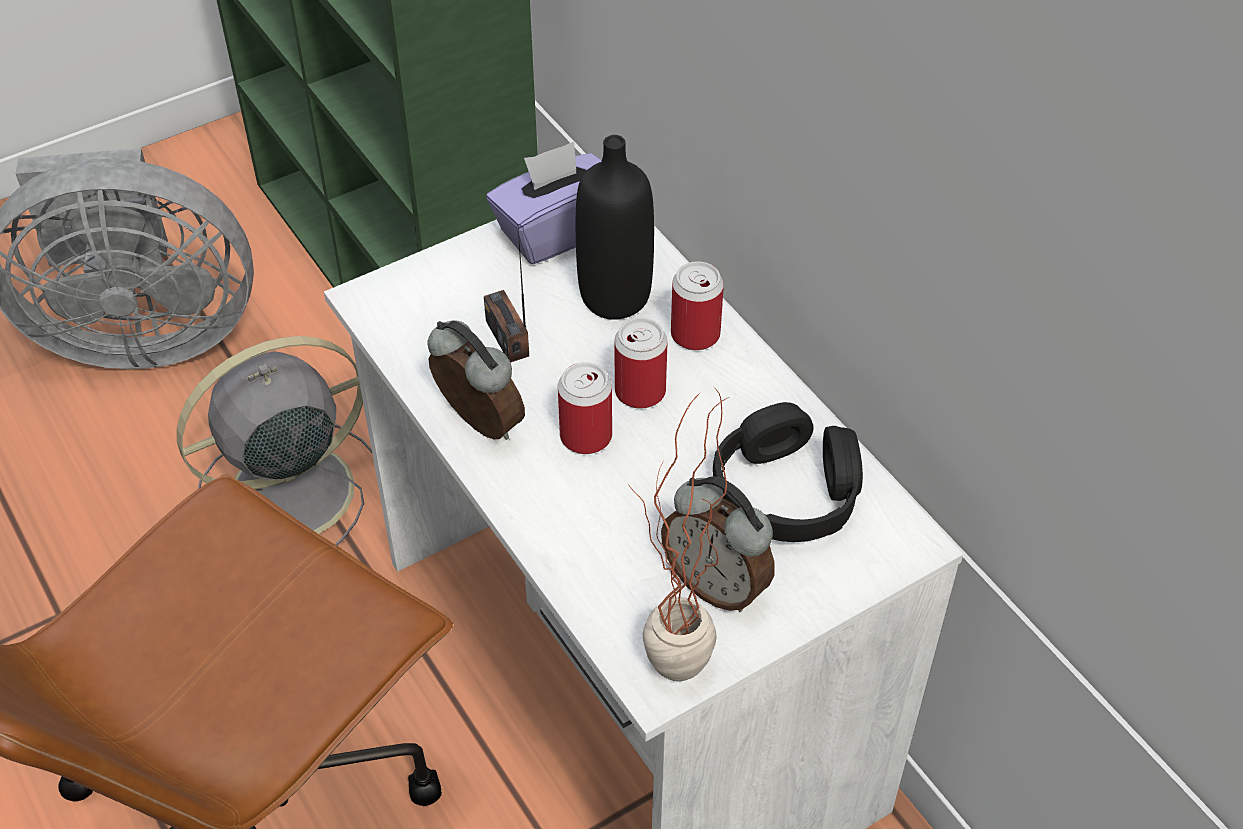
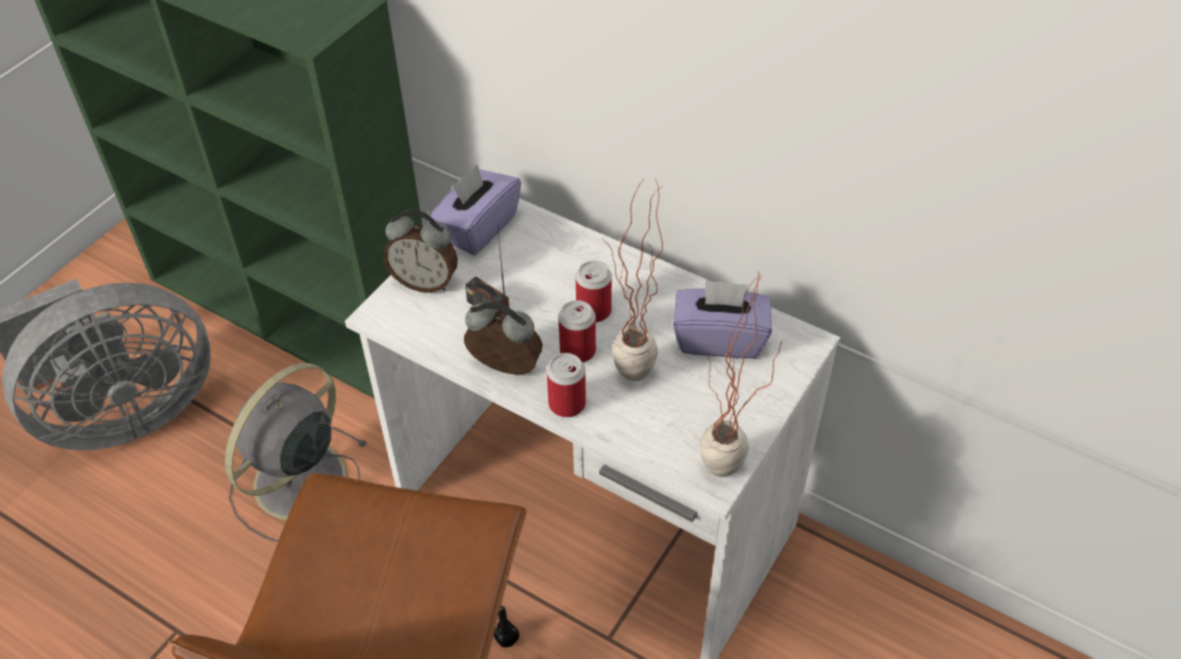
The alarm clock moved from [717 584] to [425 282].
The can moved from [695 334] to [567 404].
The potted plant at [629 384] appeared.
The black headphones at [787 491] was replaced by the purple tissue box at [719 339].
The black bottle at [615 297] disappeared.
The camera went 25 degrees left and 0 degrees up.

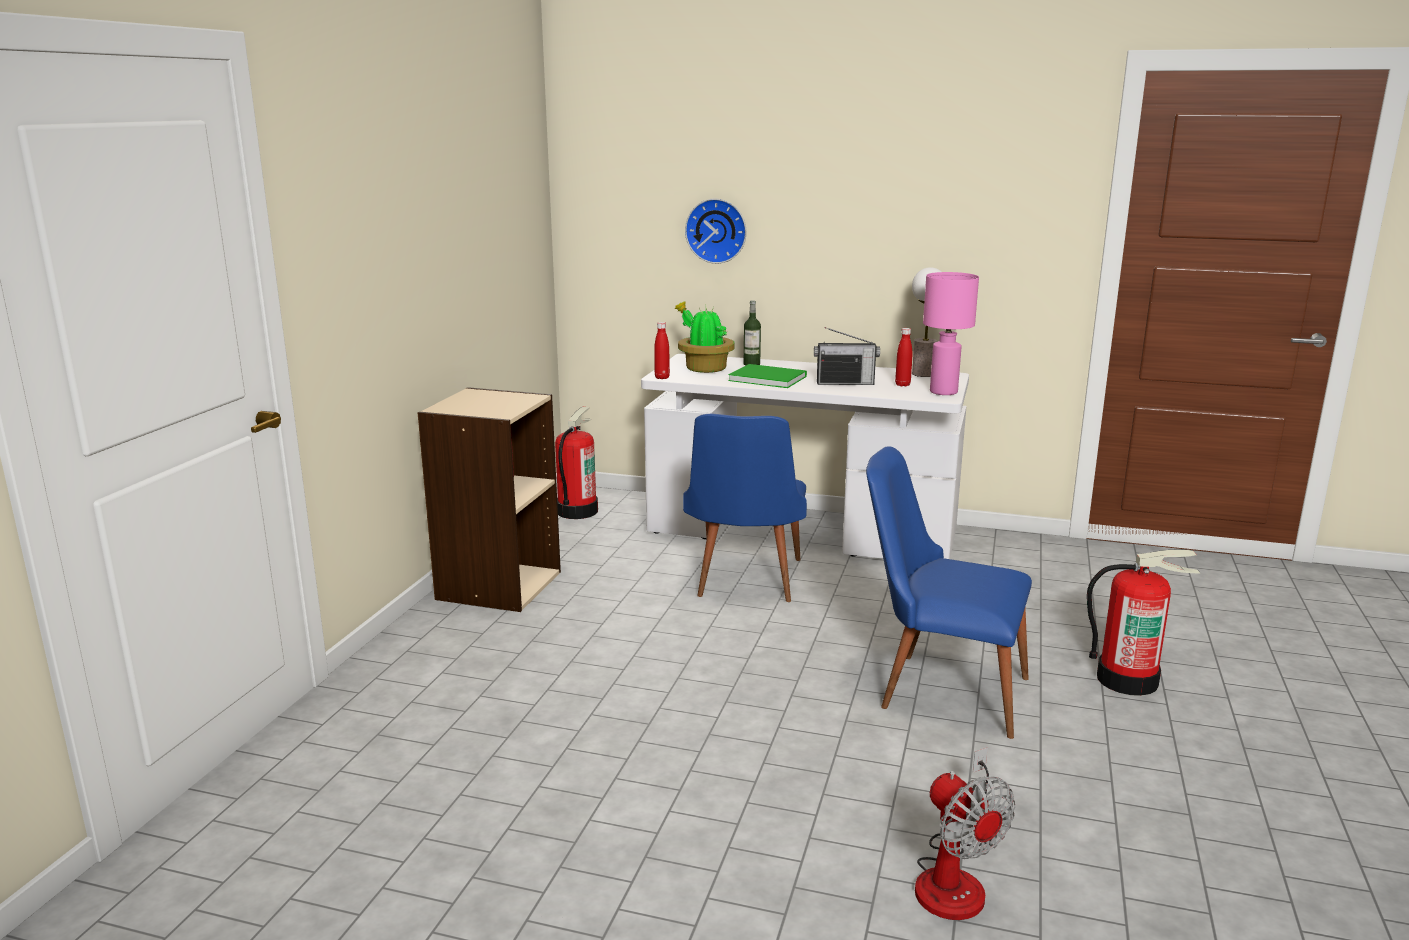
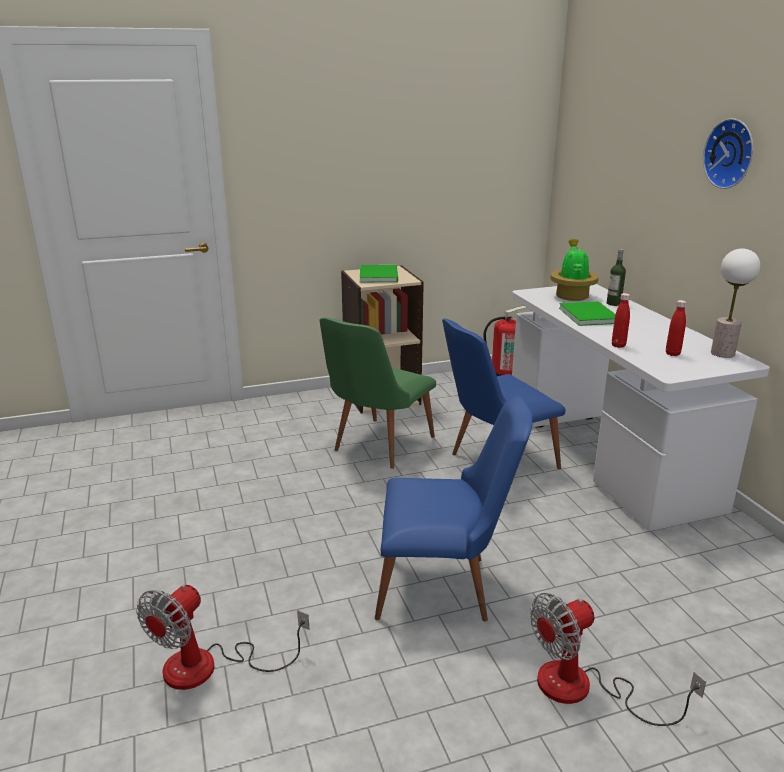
The green chair at [377 447] appeared.
The green book at [380 275] appeared.
The blue chair at [939 688] turned 105 degrees clockwise.
The fire extinguisher at [1127 679] was replaced by the fan at [583 689].
The red bottle moved from [662 377] to [618 345].
The wall clock moved from [717 230] to [731 153].
The radio at [845 383] disappeared.
The pink table lamp at [943 392] disappeared.
The camera went 55 degrees right and 5 degrees up.

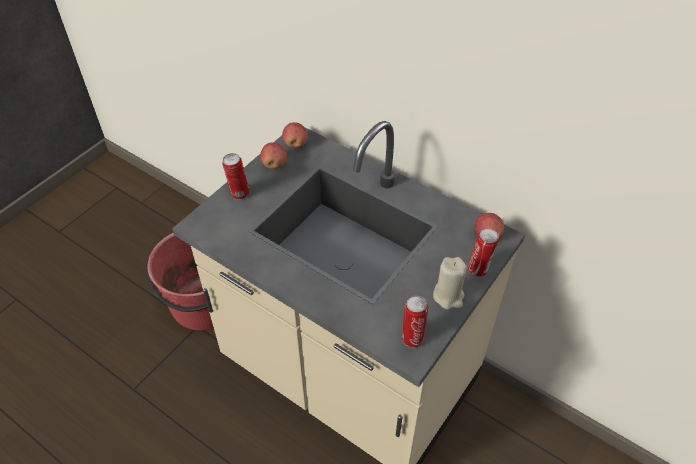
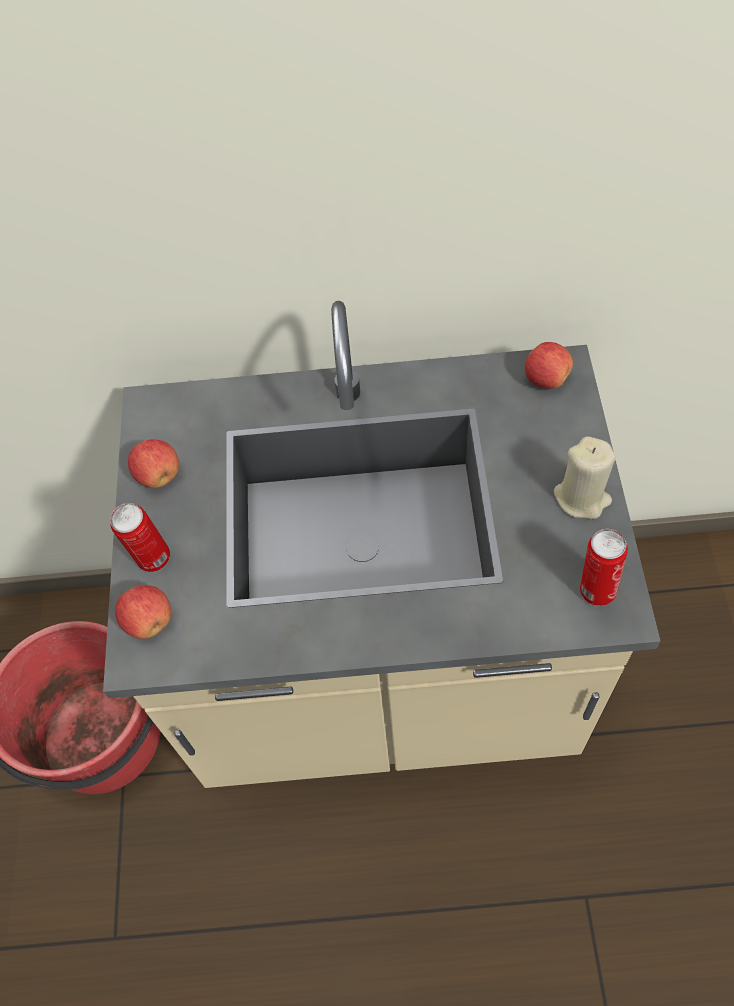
The apple moved from [295 144] to [149 621].
The can at [478 269] disappeared.
The camera went 35 degrees left and 10 degrees up.

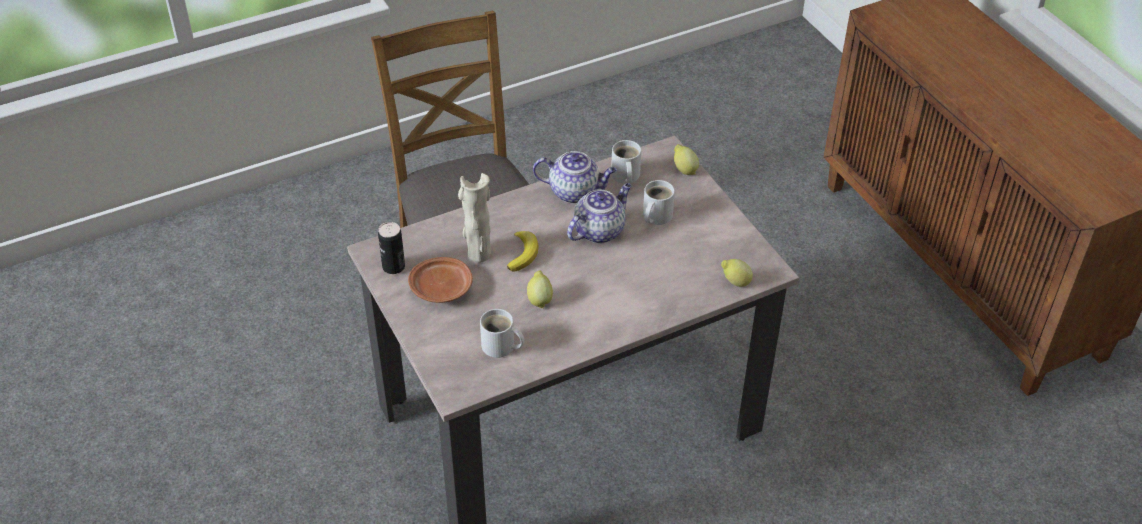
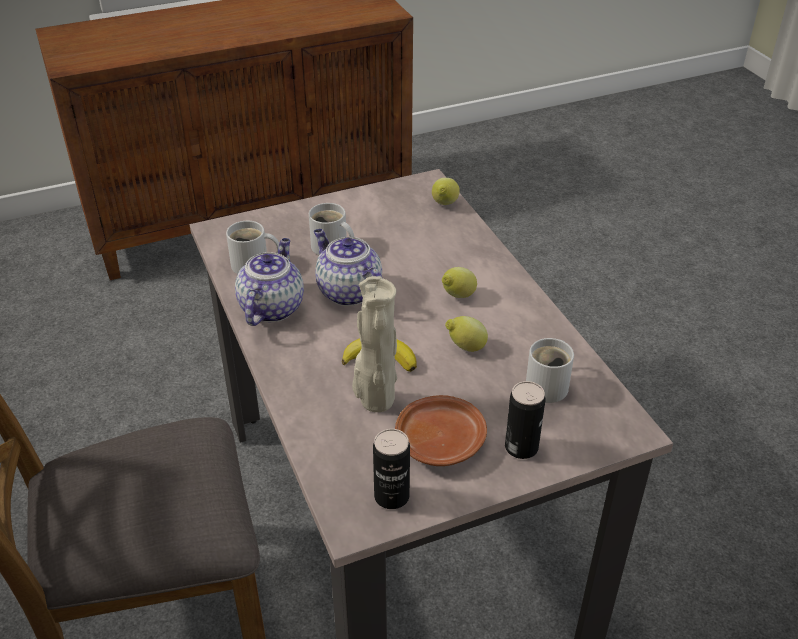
The lemon moved from [684 170] to [457 296].
The can at [521 447] appeared.
The camera went 85 degrees left and 5 degrees down.

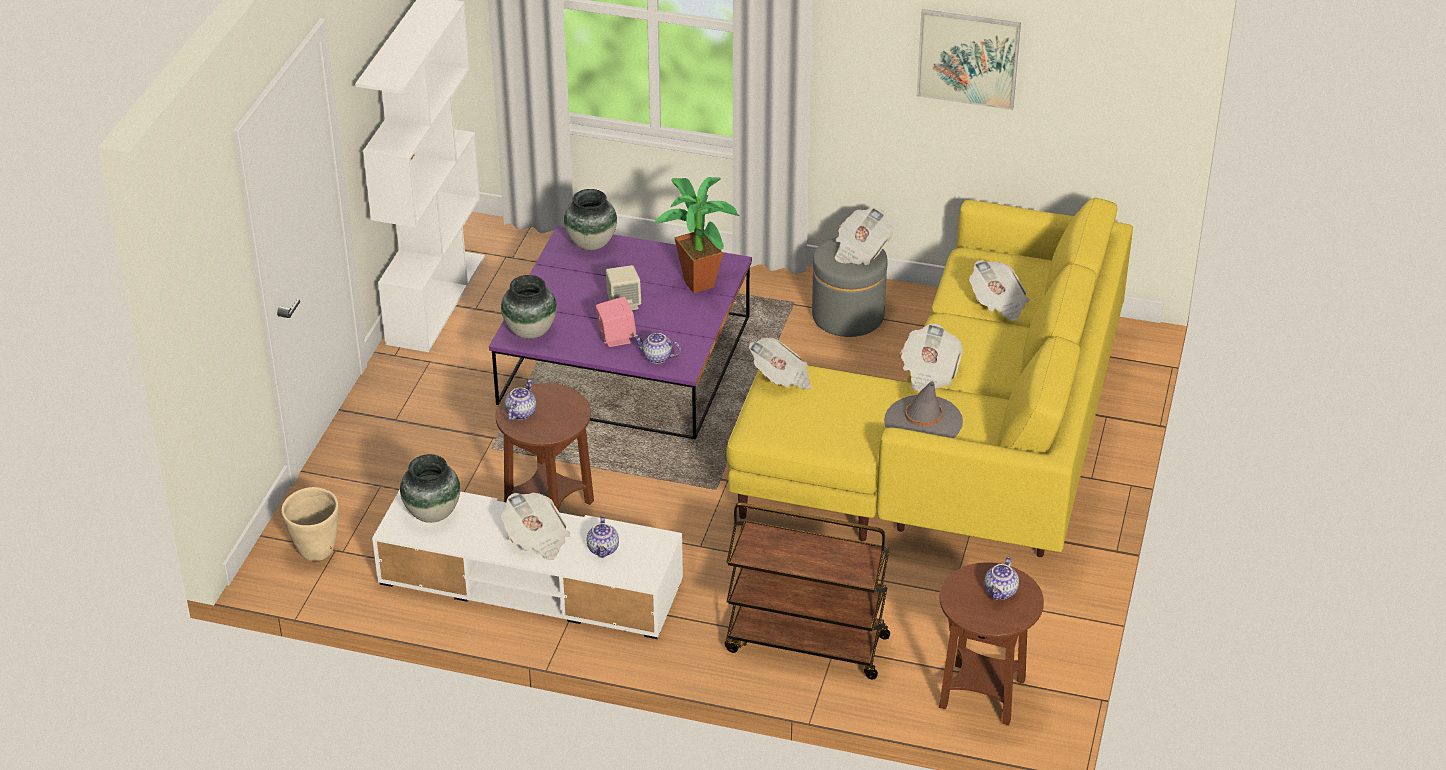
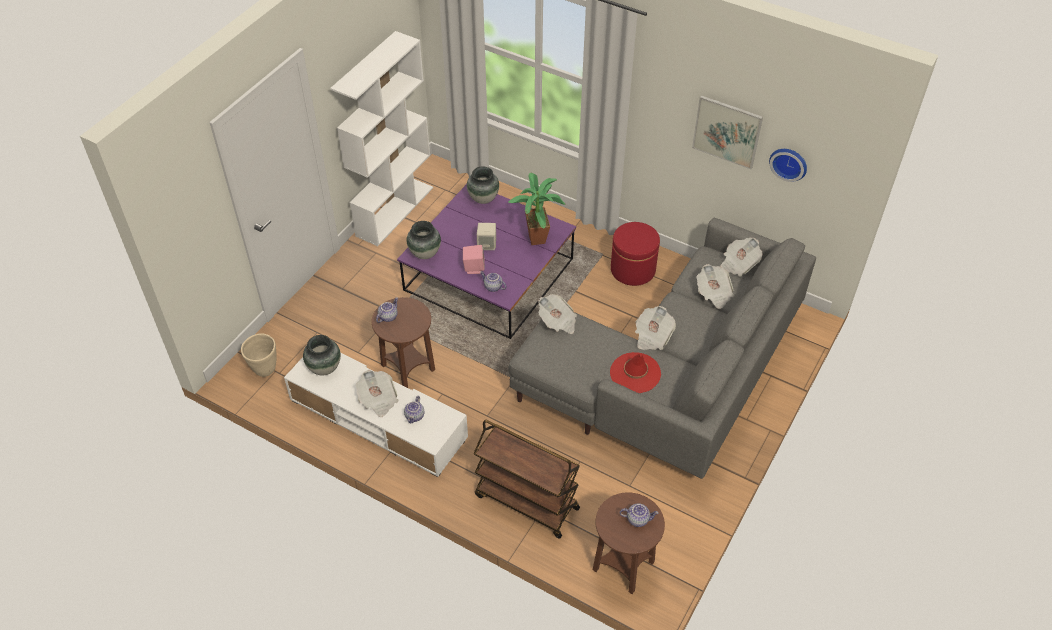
The yellow sofa at [961 446] became the grey sofa at [671 378].
The grey hat at [923 422] became the red hat at [635 373].
The grey ottoman at [848 316] became the red ottoman at [633 269].
The teapot at [1001 592] turned 120 degrees counterclockwise.
The newspaper moved from [860 250] to [738 264].
The wall clock at [789 163] appeared.
The camera went 15 degrees right and 10 degrees up.

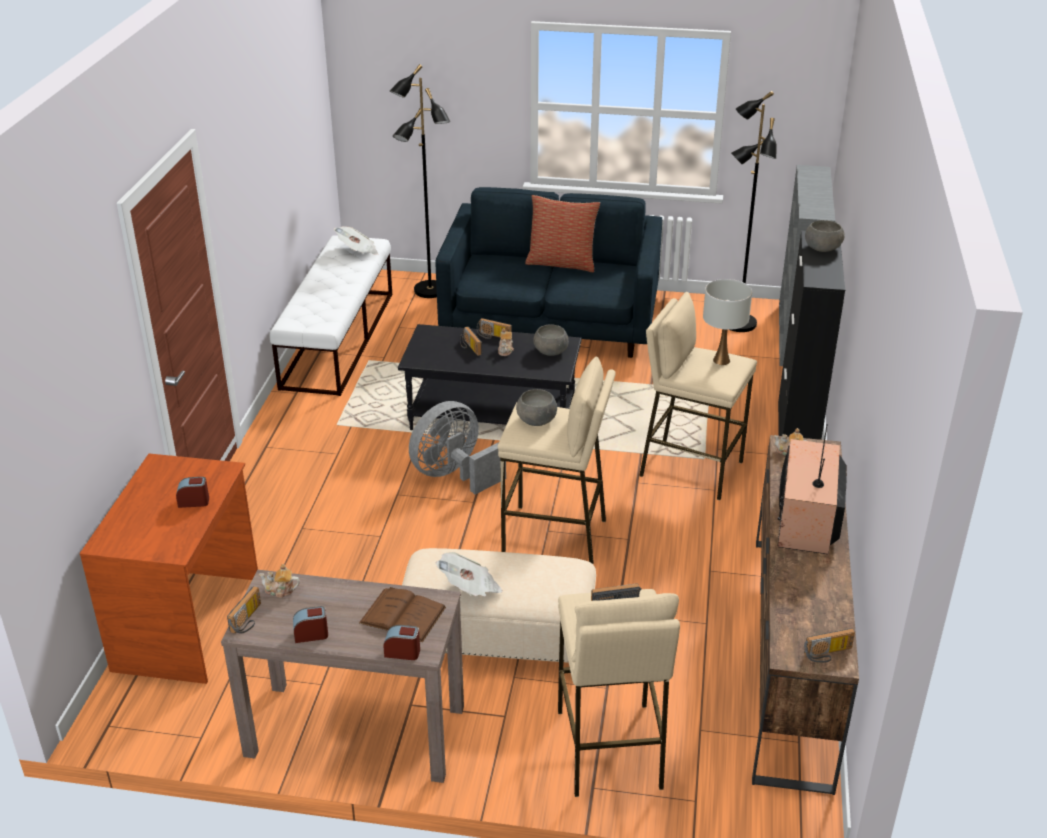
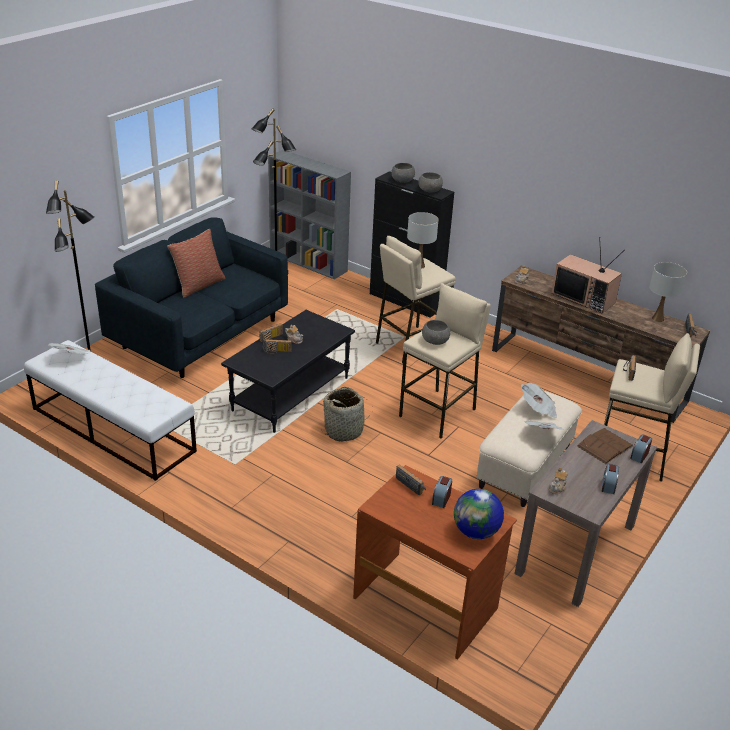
The grey fan at [454 475] was replaced by the basket at [344 431].
The radio moved from [248 620] to [412 485].
The grey bowl moved from [551 351] to [430 190].
The globe at [476 532] appeared.
The newspaper at [538 409] appeared.
The white table lamp at [658 319] appeared.
The camera went 65 degrees left and 0 degrees up.

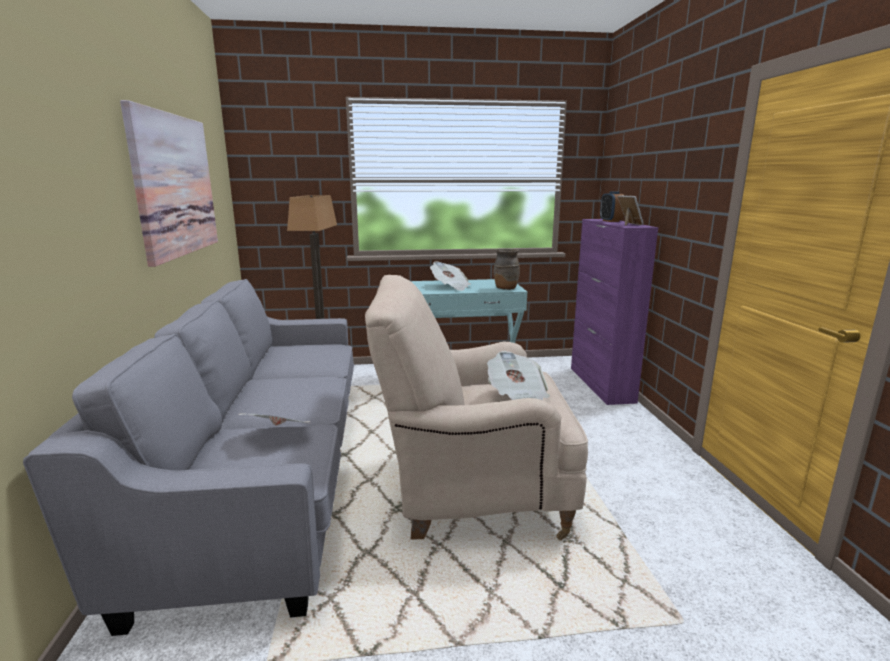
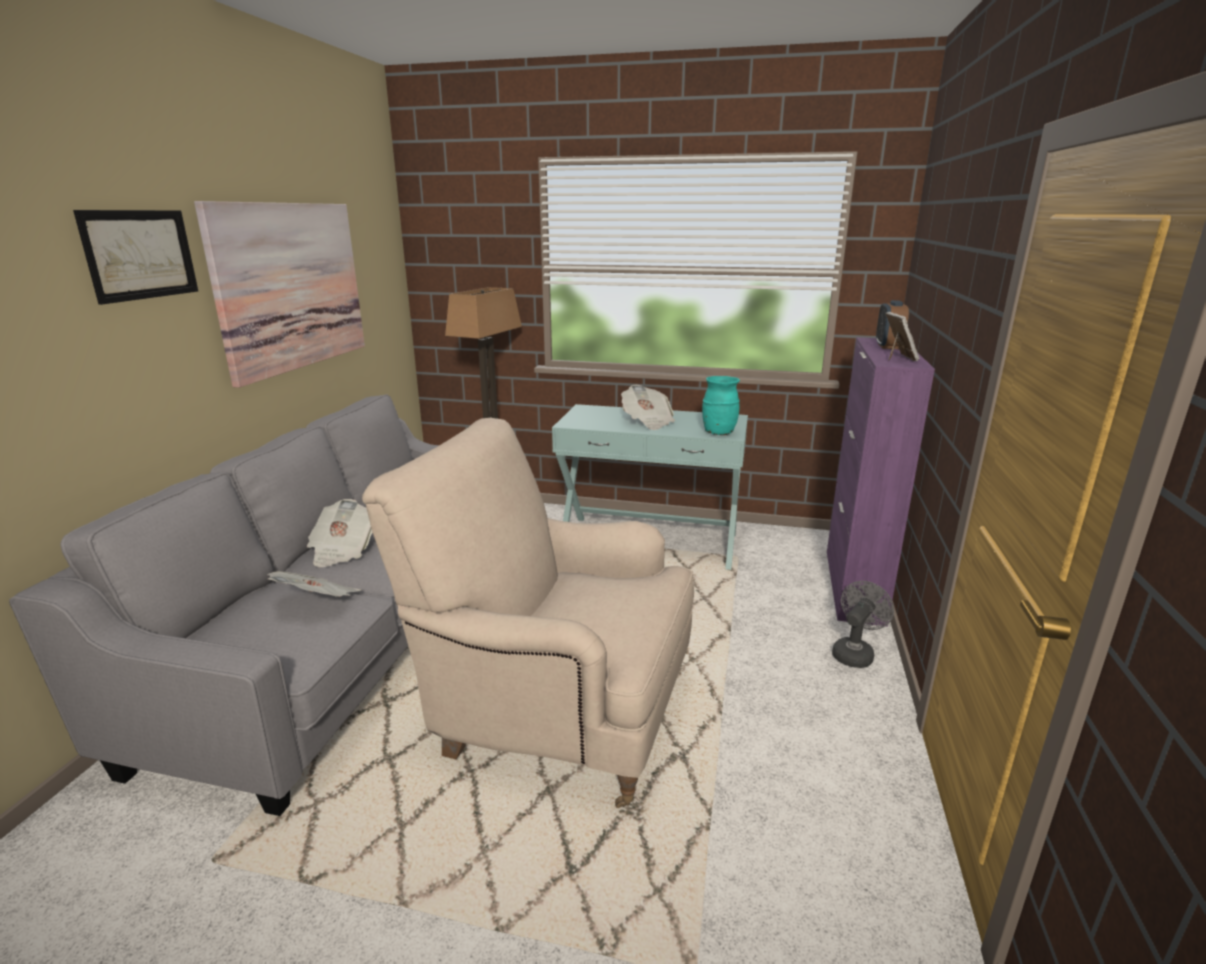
The picture at [140 254] appeared.
The newspaper moved from [517 395] to [342 550].
The brown vase at [505 288] became the turquoise vase at [718 432].
The grey fan at [855 653] appeared.
The camera went 20 degrees right and 5 degrees up.

